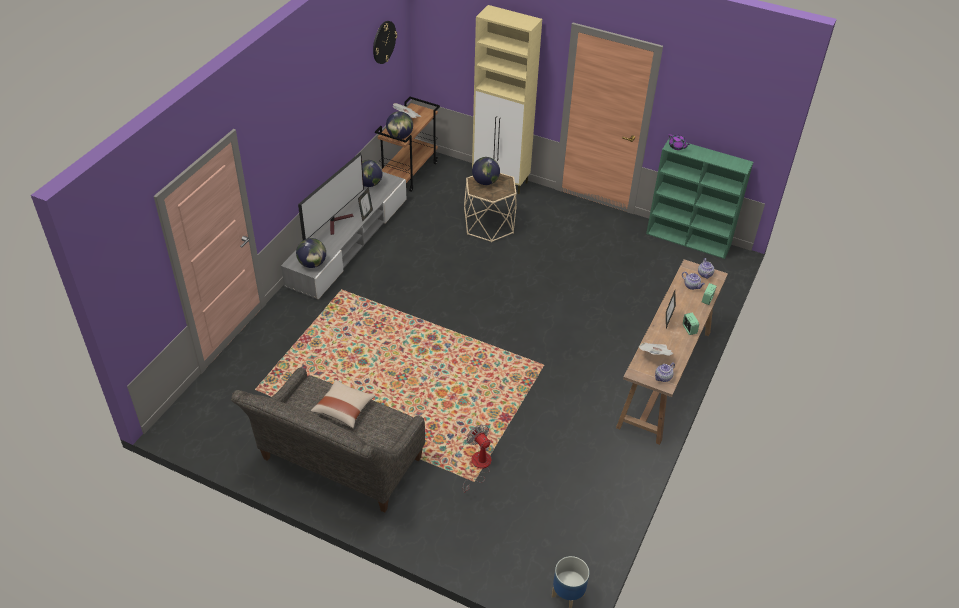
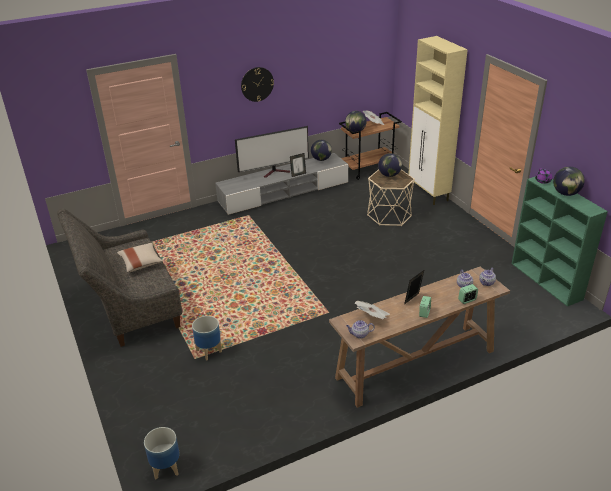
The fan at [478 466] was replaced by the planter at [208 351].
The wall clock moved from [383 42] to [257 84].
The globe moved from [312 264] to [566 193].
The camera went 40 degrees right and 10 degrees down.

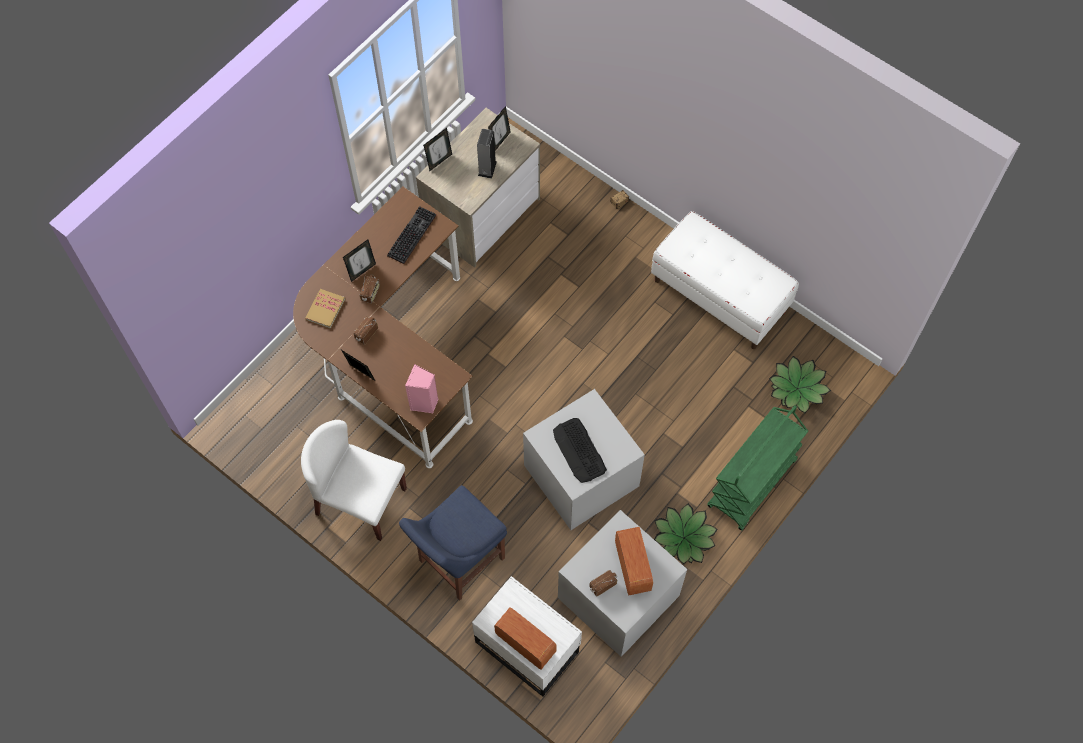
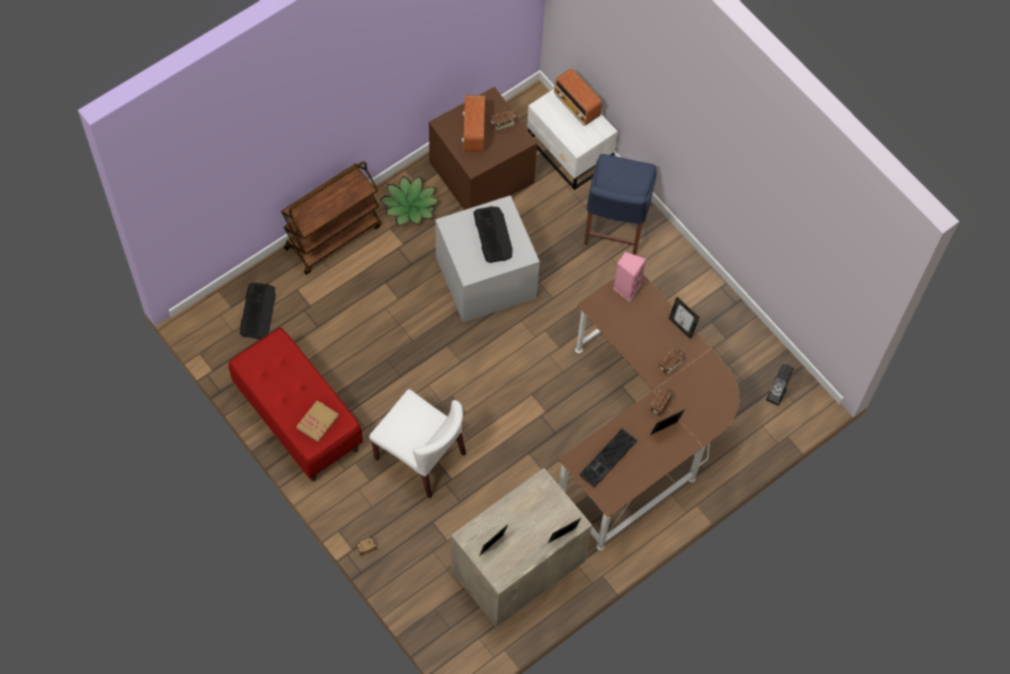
The white bench at [719 296] became the red bench at [297 418].
The potted plant at [797 389] was replaced by the keyboard at [257 311].
The green cart at [752 484] became the brown cart at [333 236].
The book moved from [325 309] to [317 422].
The white chair moved from [360 501] to [420 456].
The grey storage box at [618 598] became the brown storage box at [482 171].
The blue chair at [458 561] turned 135 degrees clockwise.
The speaker moved from [487 168] to [776 394].
The camera went 170 degrees left and 0 degrees up.

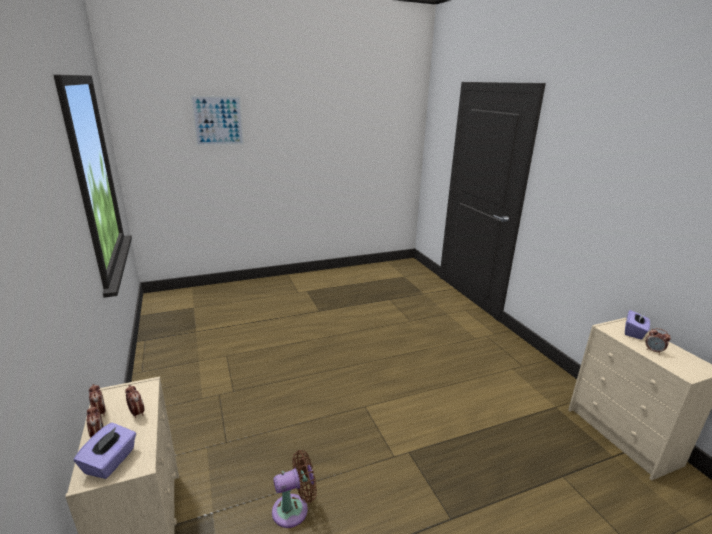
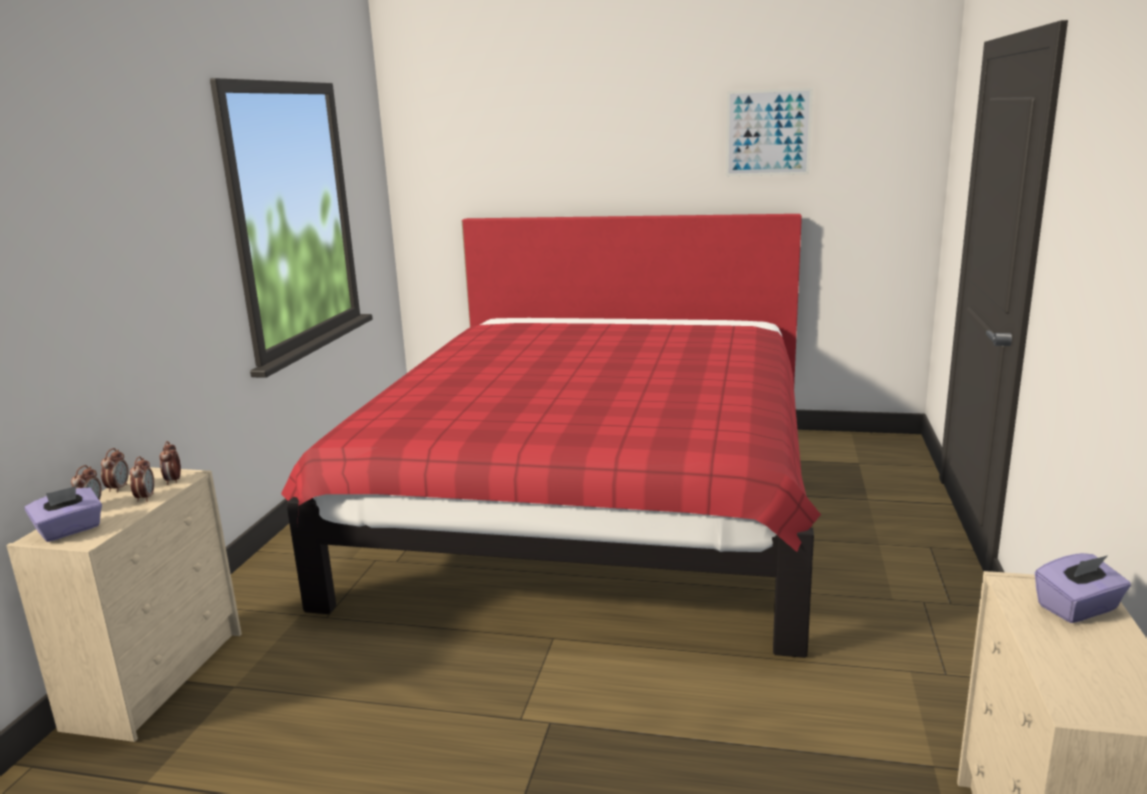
The alarm clock moved from [653 351] to [173 481].
The red bed at [593 504] appeared.
The picture moved from [218 121] to [768 133].
The brown fan at [294 509] disappeared.
The camera went 35 degrees right and 5 degrees down.

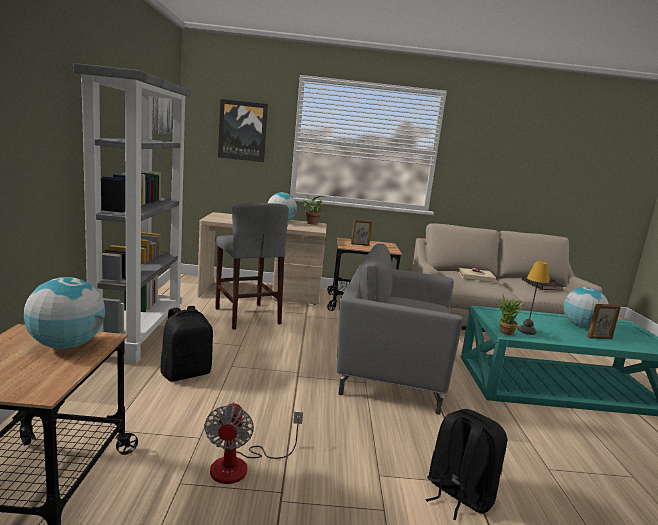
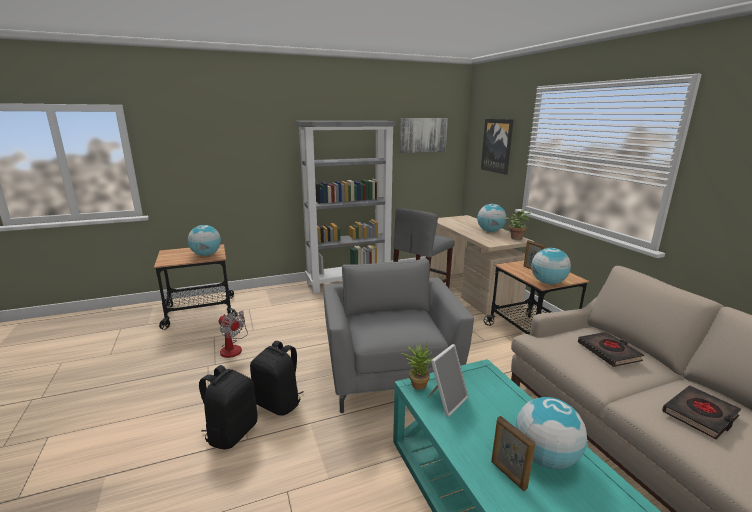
The fan at [241 466] turned 120 degrees counterclockwise.
The black backpack moved from [186 373] to [279 403].
The table lamp at [526 331] was replaced by the picture frame at [446 401].
The globe at [548 282] appeared.
The beige book at [476 277] became the black book at [609 352].
The camera went 70 degrees right and 5 degrees up.

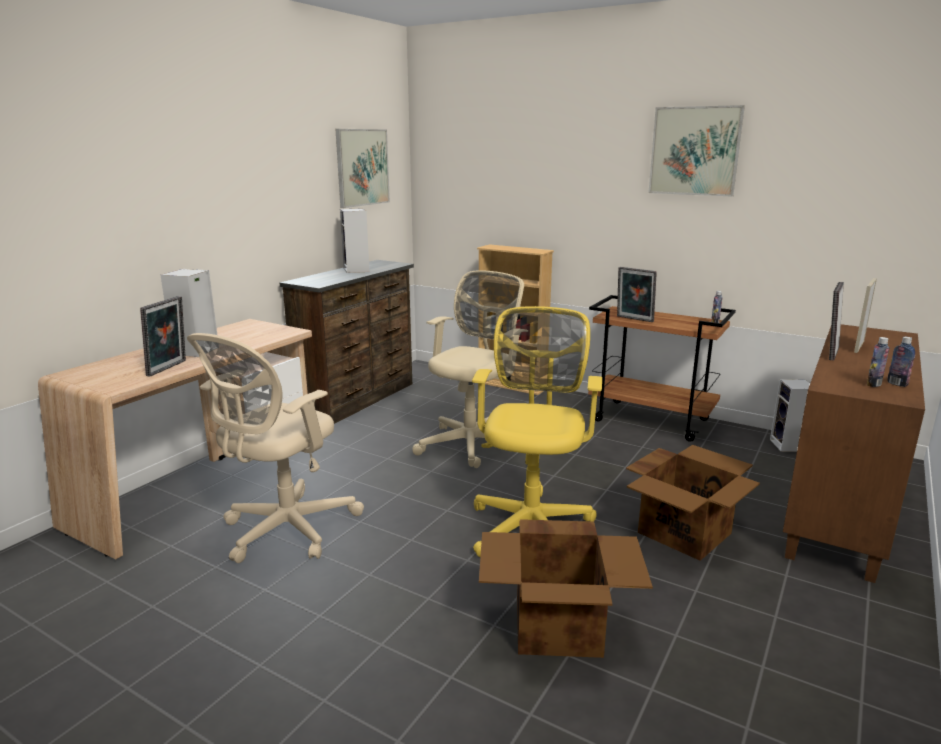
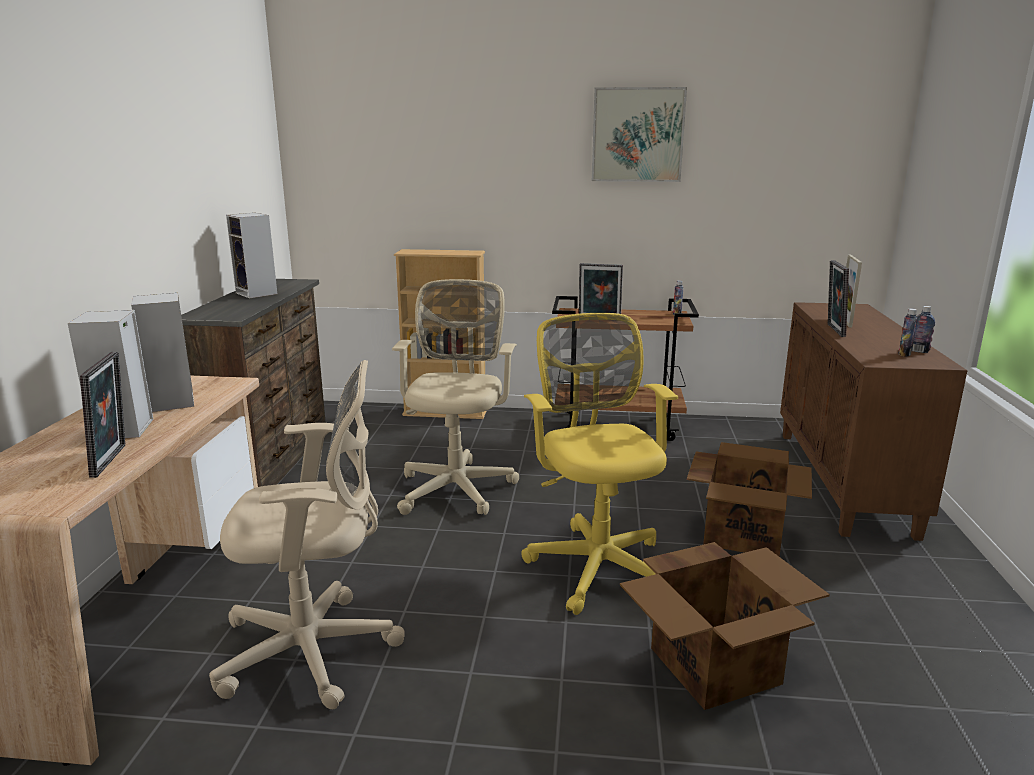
The speaker moved from [789 446] to [173 402].
The beige office chair at [284 531] turned 105 degrees counterclockwise.
The picture at [362 167] disappeared.
The camera went 25 degrees left and 0 degrees up.

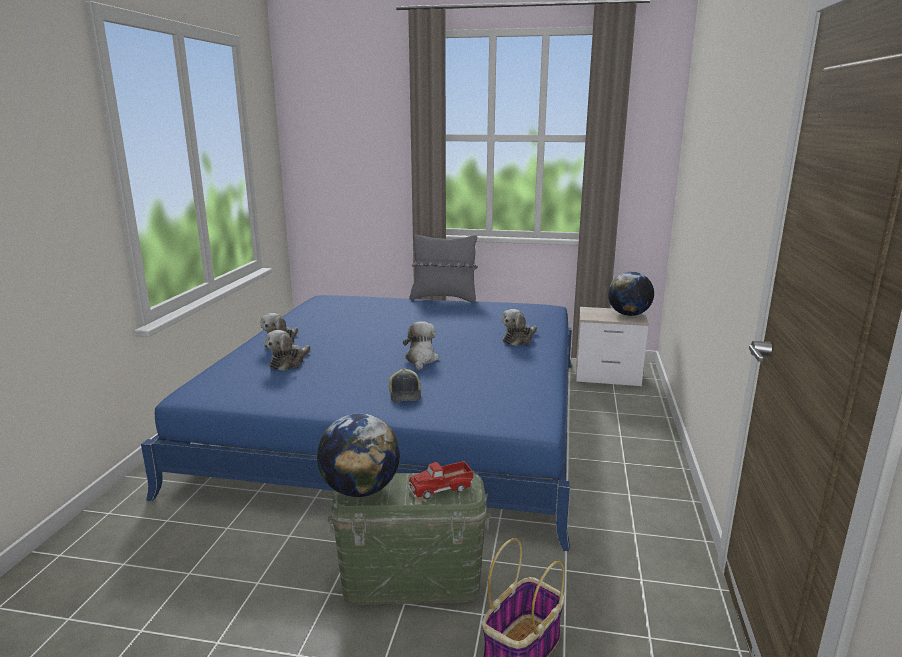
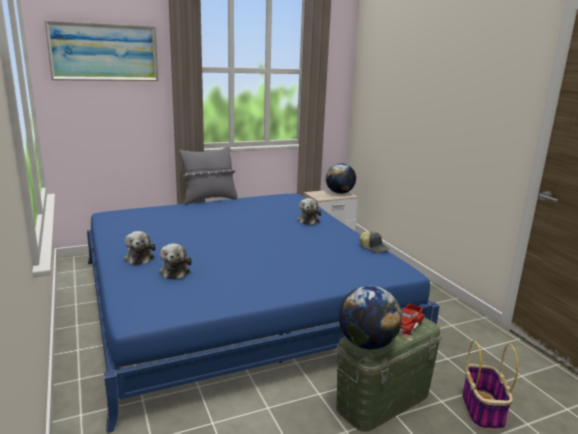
The picture at [104 52] appeared.
The cap moved from [406 395] to [374 248].
The plush toy at [421 359] disappeared.
The camera went 35 degrees left and 0 degrees up.

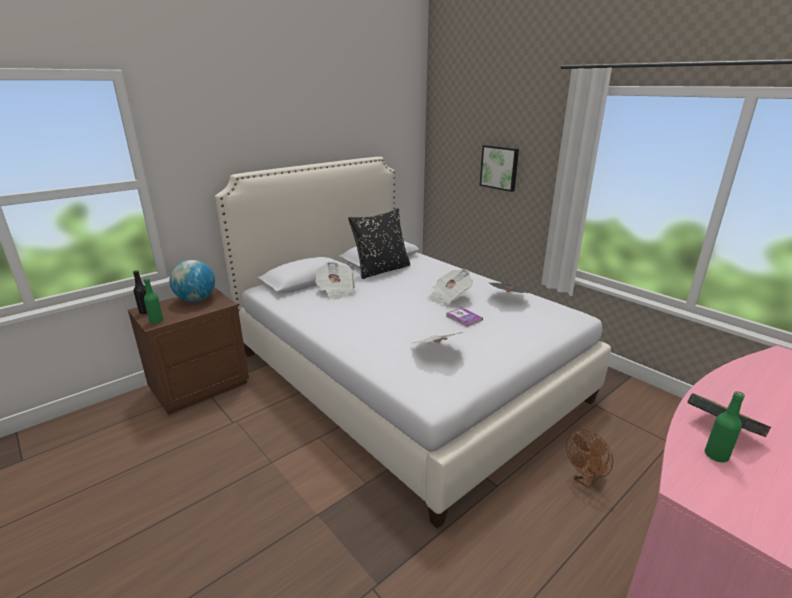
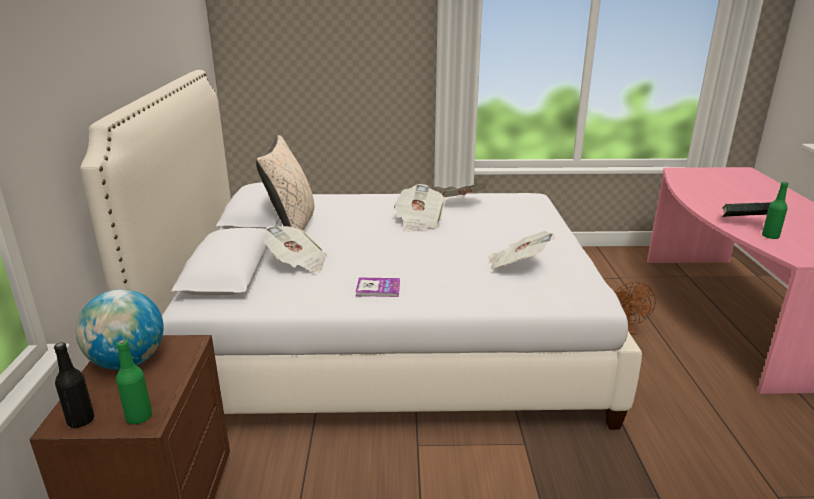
The black pillow at [381 270] became the beige pillow at [292 224].
The book moved from [464 318] to [378 288].
The picture at [500 167] disappeared.
The camera went 50 degrees left and 0 degrees up.

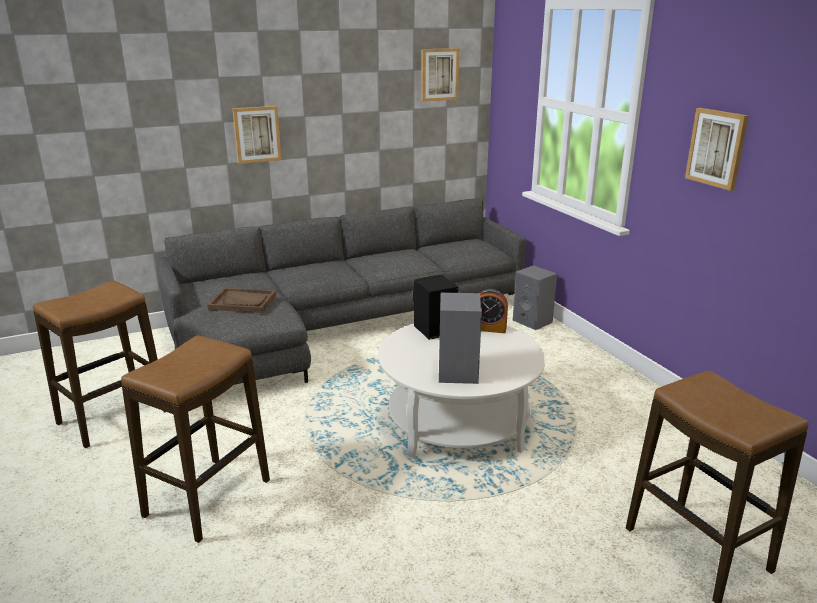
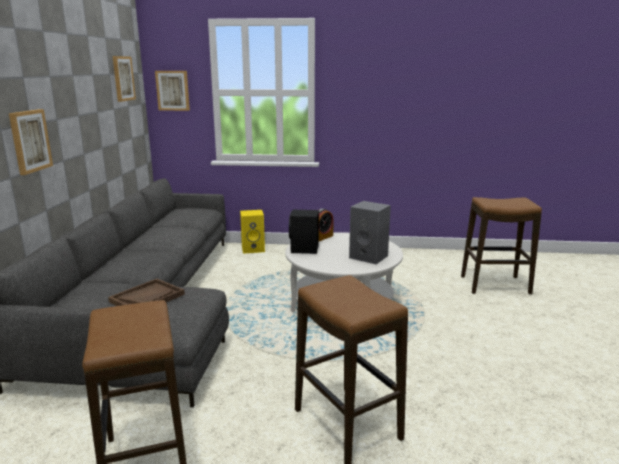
The picture moved from [717 148] to [173 90].
The grey speaker at [533 321] became the yellow speaker at [253 249].
The camera went 60 degrees left and 5 degrees down.

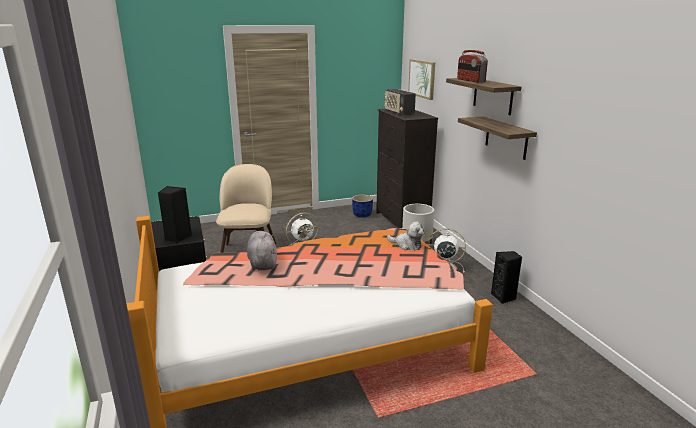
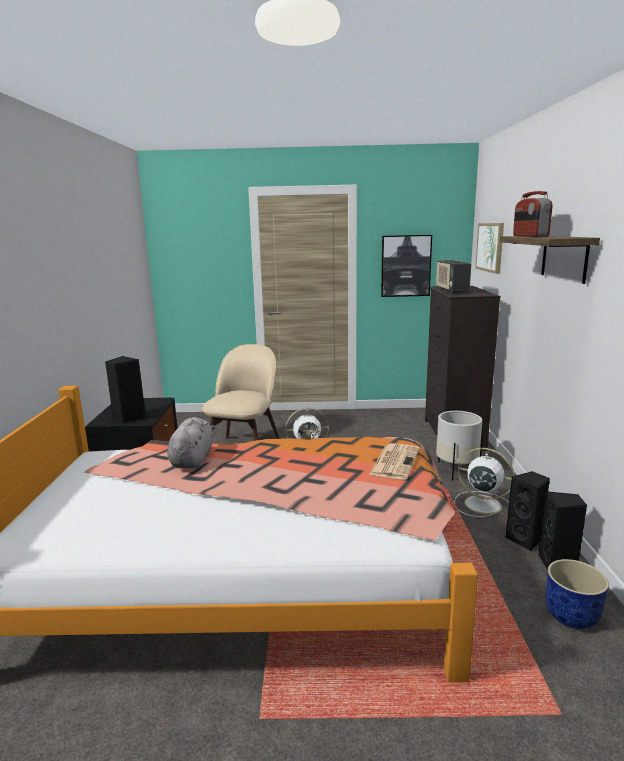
The plush toy at [407 245] was replaced by the newspaper at [394 461].
The picture at [405 266] appeared.
The black speaker at [525 540] appeared.
The blue planter moved from [362 215] to [572 616].
The shelf at [506 137] disappeared.
The camera went 20 degrees right and 5 degrees down.

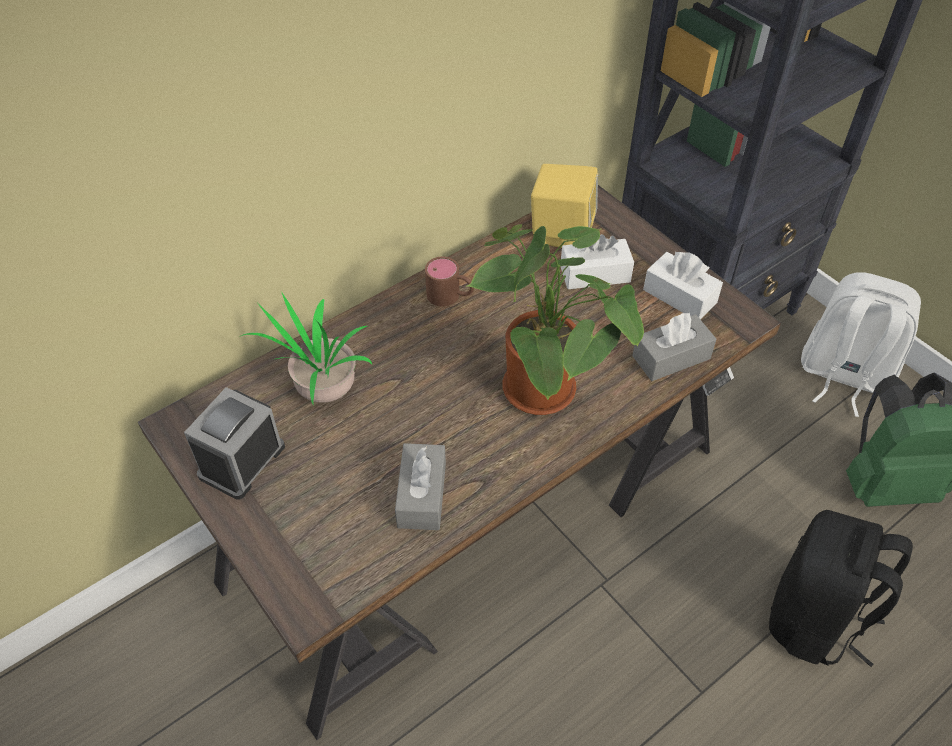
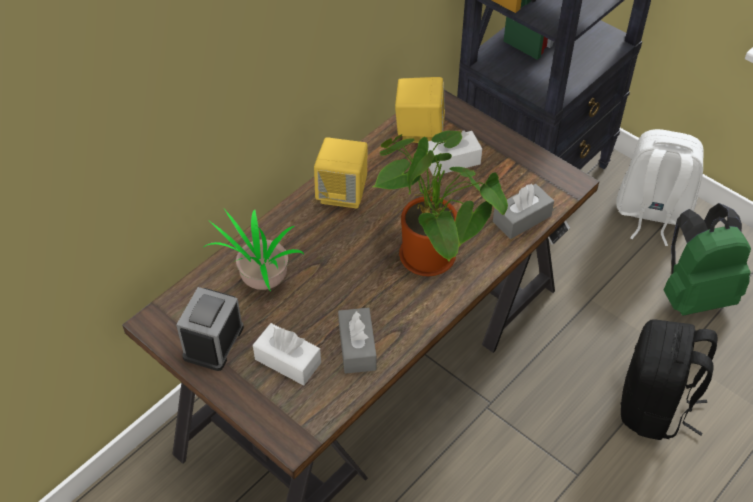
The white tissue box moved from [679 296] to [288 361].
The brown mug at [450 296] was replaced by the yellow speaker at [343 193].
The camera went 10 degrees left and 0 degrees up.

